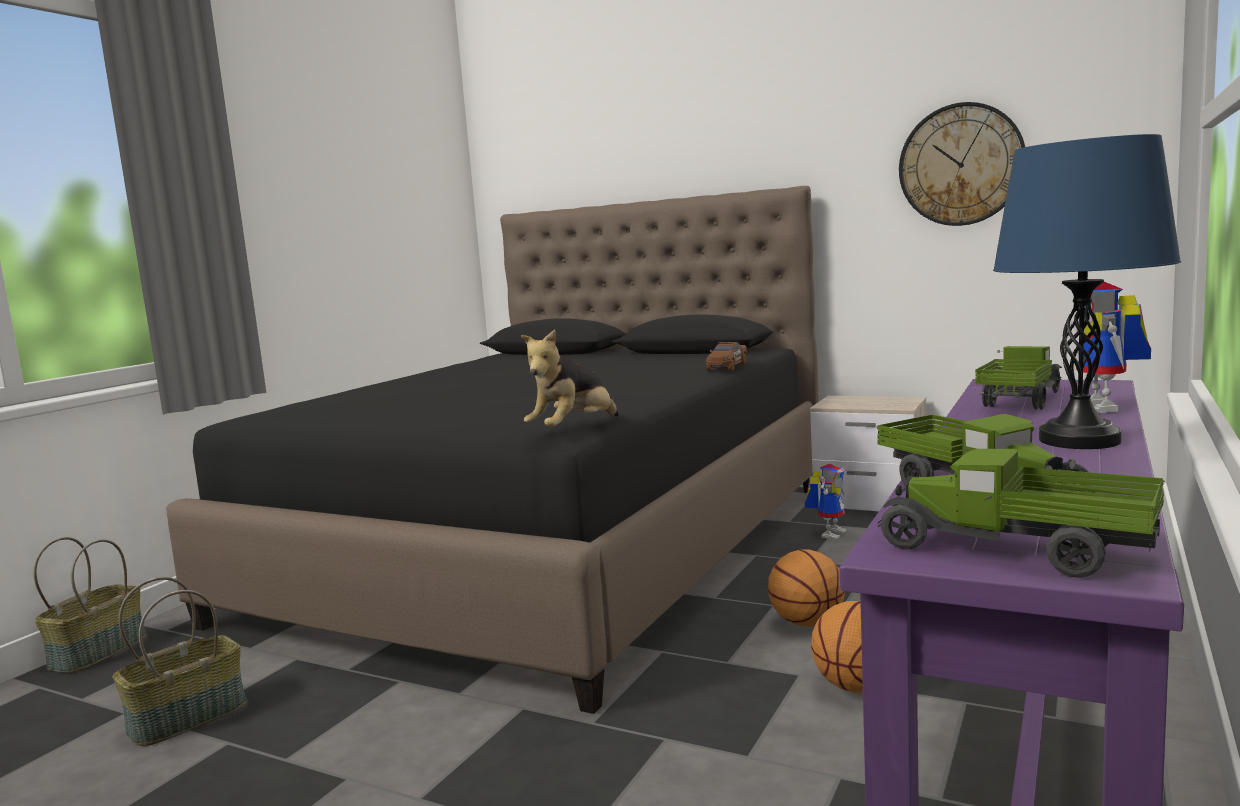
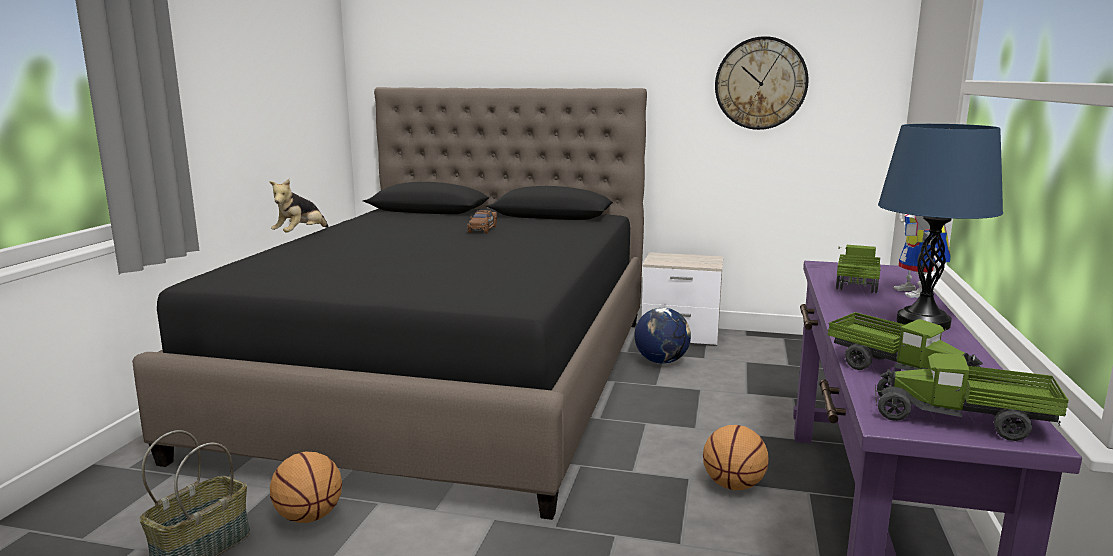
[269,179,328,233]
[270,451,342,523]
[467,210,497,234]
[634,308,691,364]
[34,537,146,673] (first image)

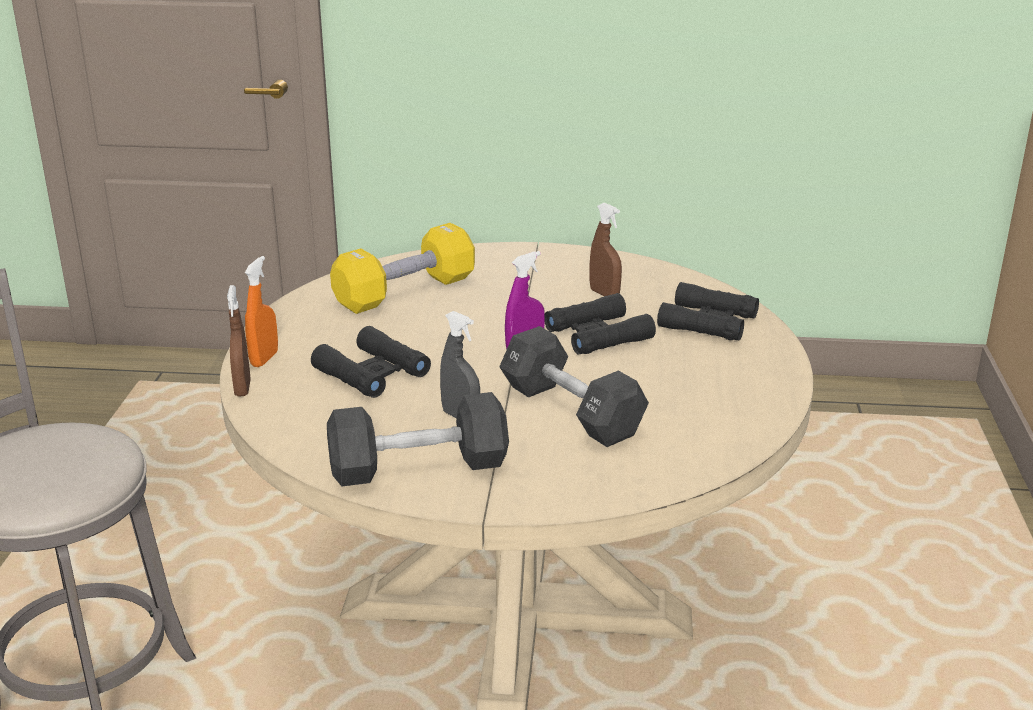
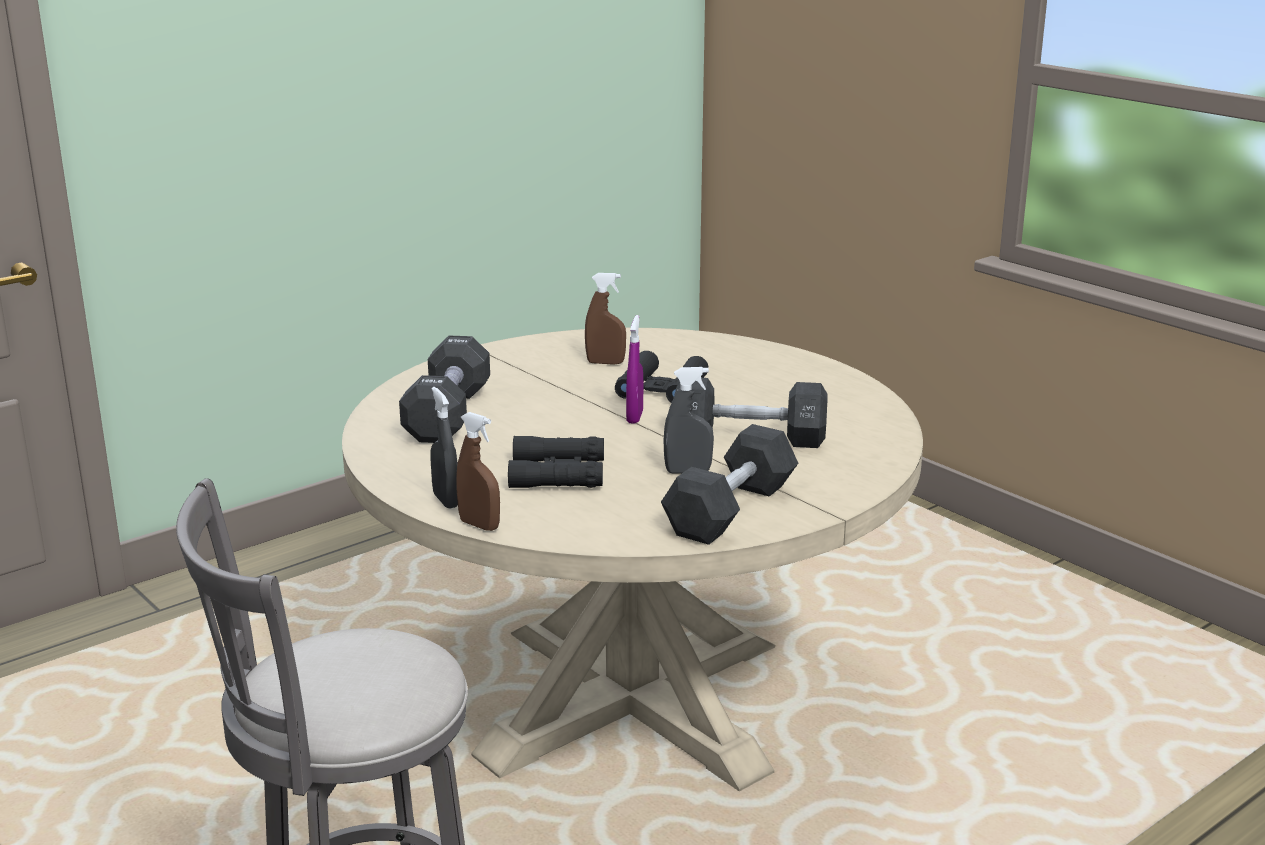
[399,335,490,443]
[430,387,458,509]
[657,282,759,340] (first image)

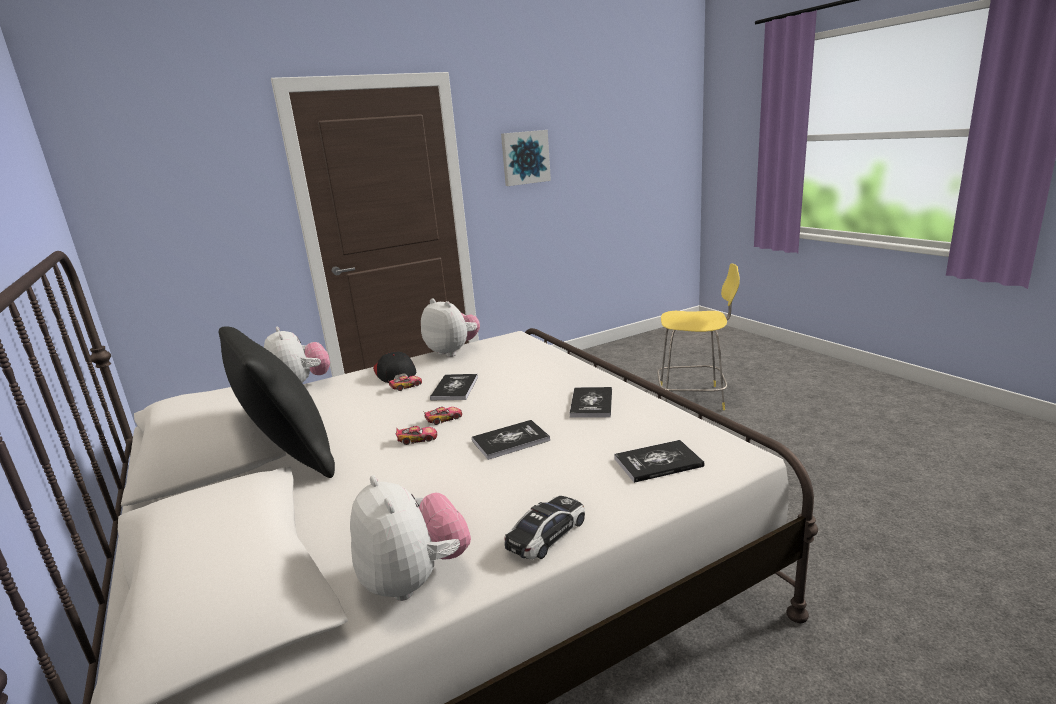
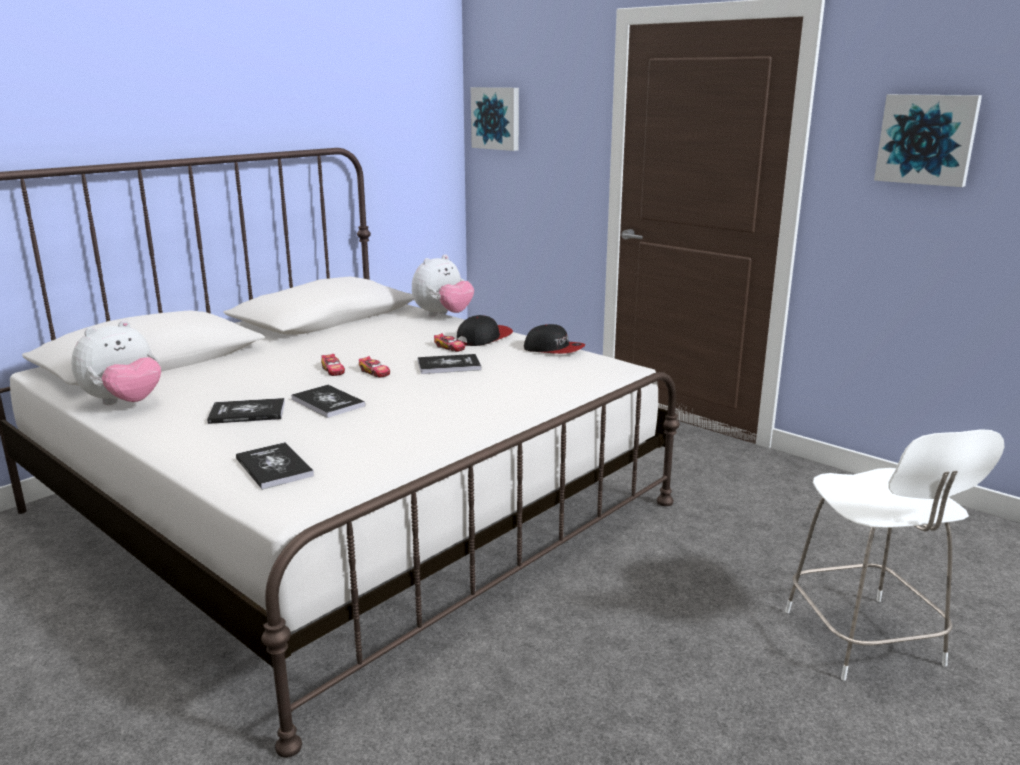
[207,398,285,424]
[471,87,519,151]
[524,324,586,354]
[785,429,1004,681]
[219,327,335,478] (first image)
[504,496,585,560] (first image)

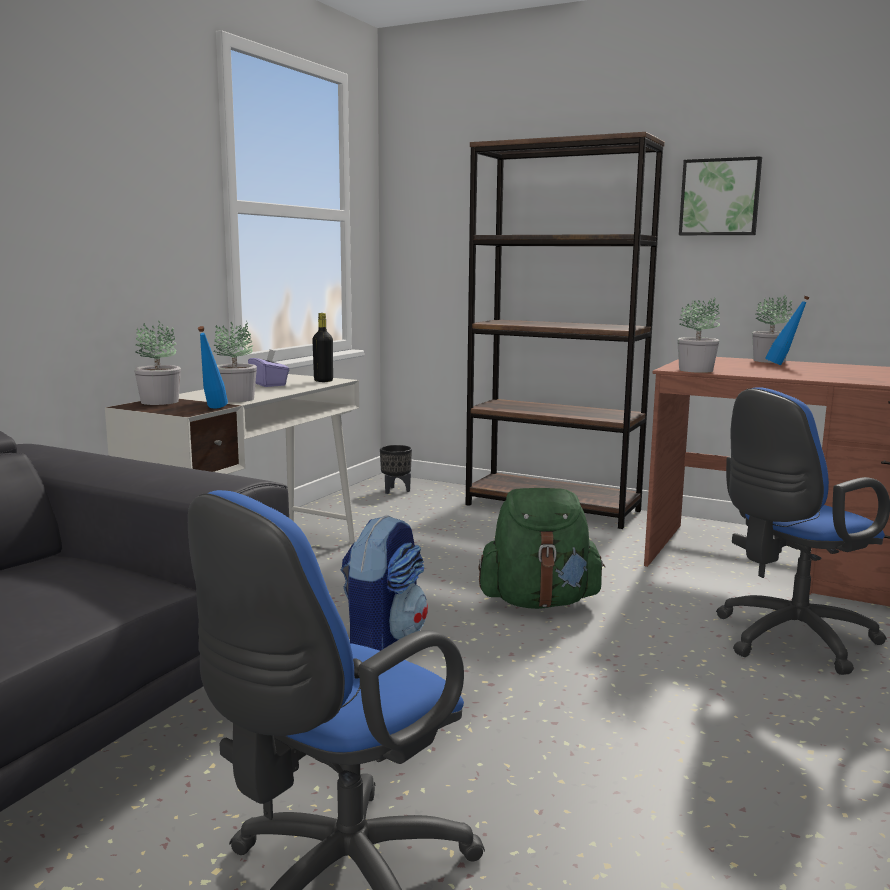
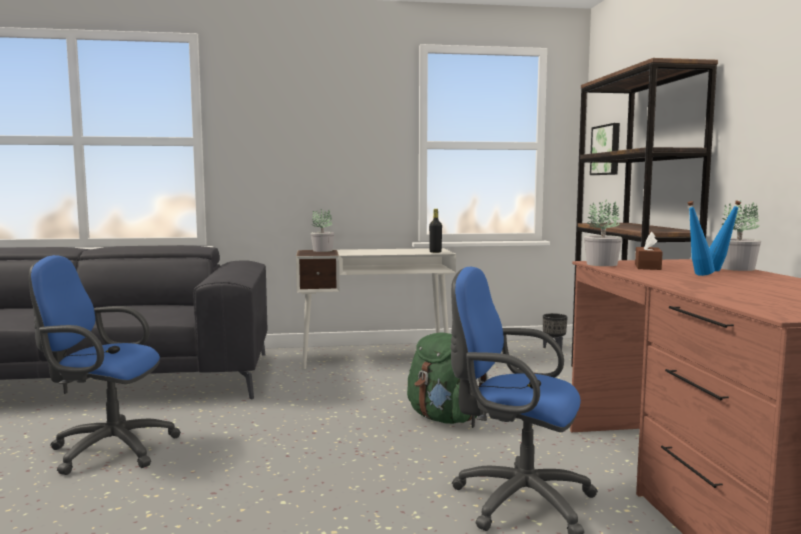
[590,123,620,175]
[635,232,663,270]
[687,201,715,276]
[213,322,257,402] (first image)
[248,350,290,387] (first image)
[341,515,428,651] (first image)

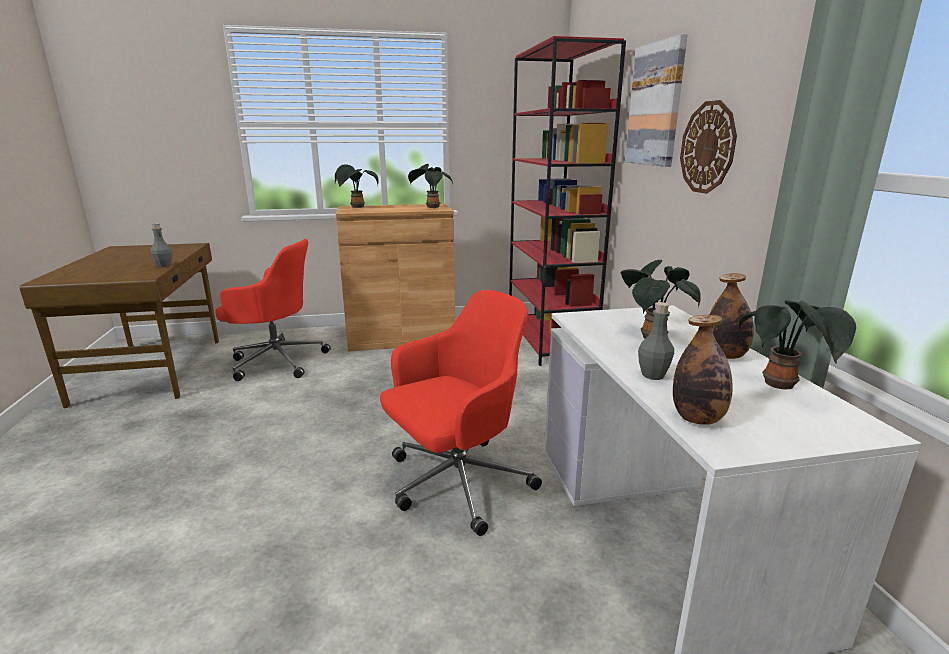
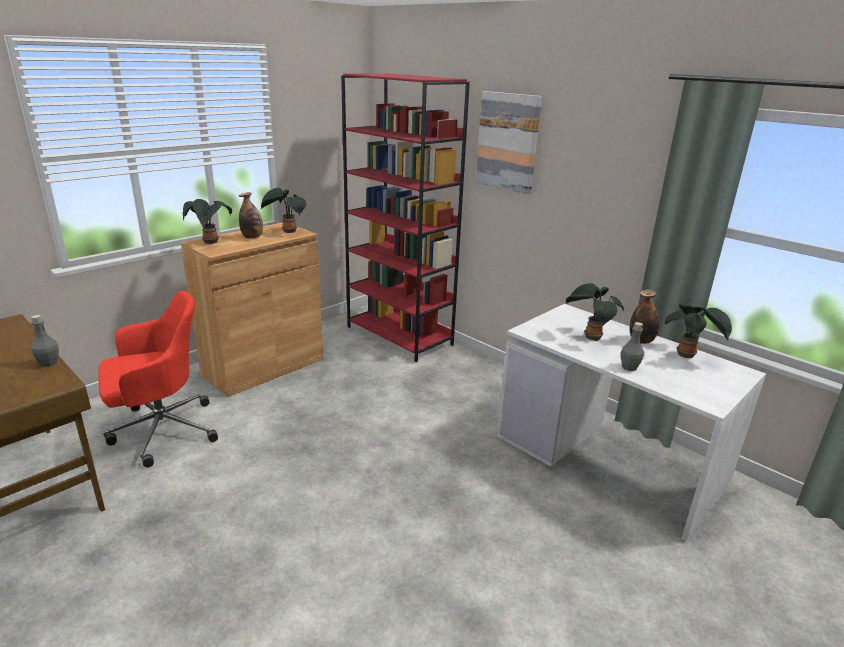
[239,192,263,239]
[380,290,542,536] (first image)
[680,100,737,194] (first image)

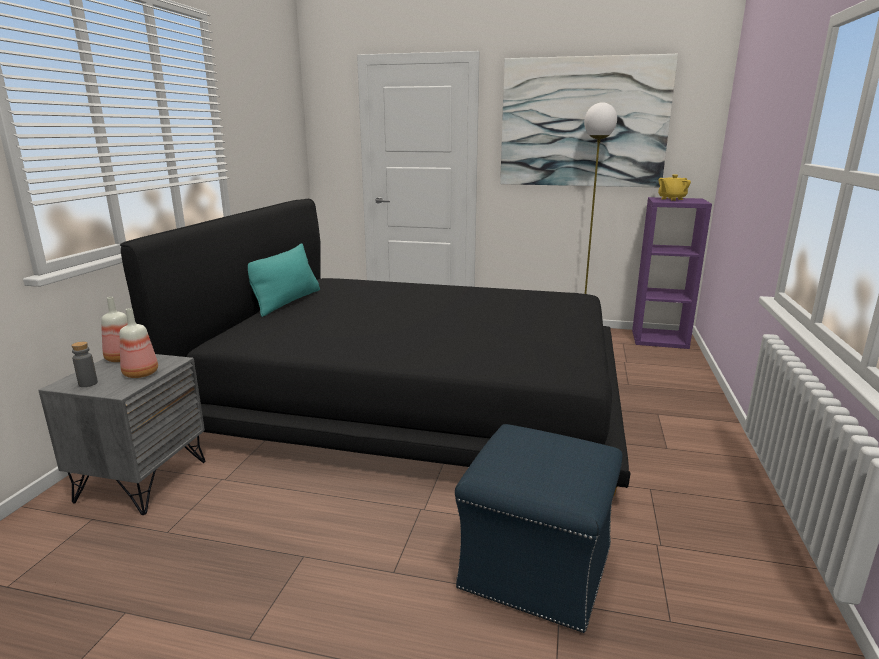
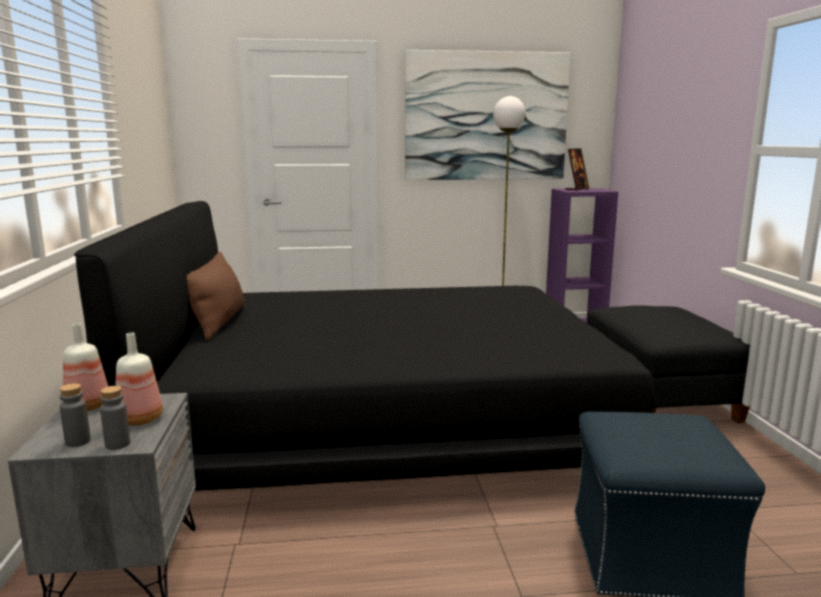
[100,386,130,450]
[187,252,245,341]
[565,148,589,191]
[587,305,750,423]

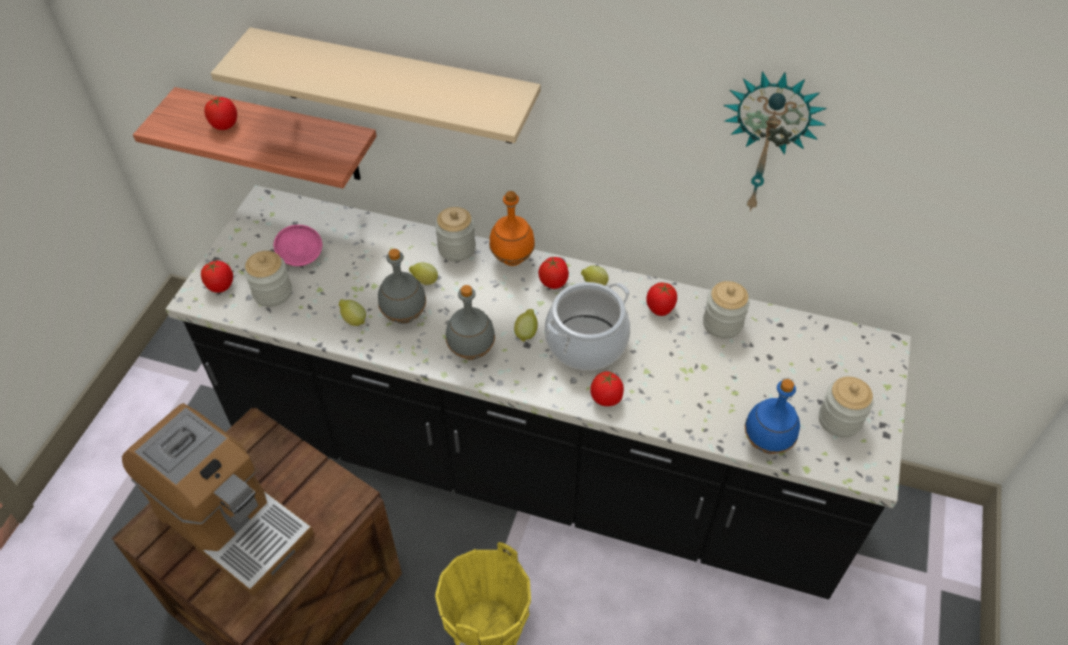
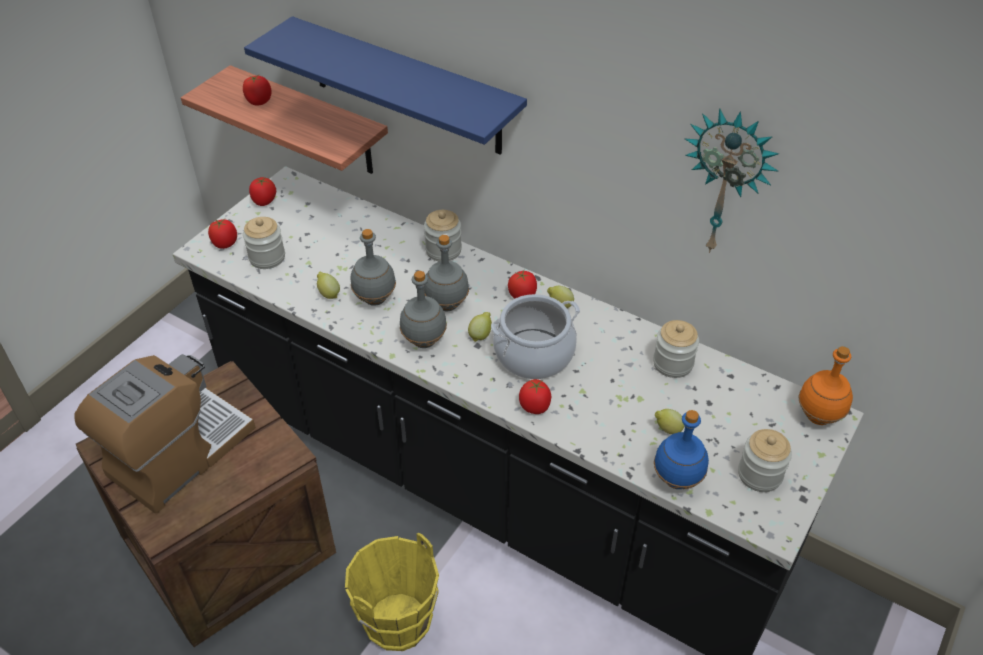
[74,354,256,513]
[244,16,527,155]
[249,177,276,206]
[424,235,469,312]
[655,409,684,434]
[798,346,853,425]
[273,225,322,266] (first image)

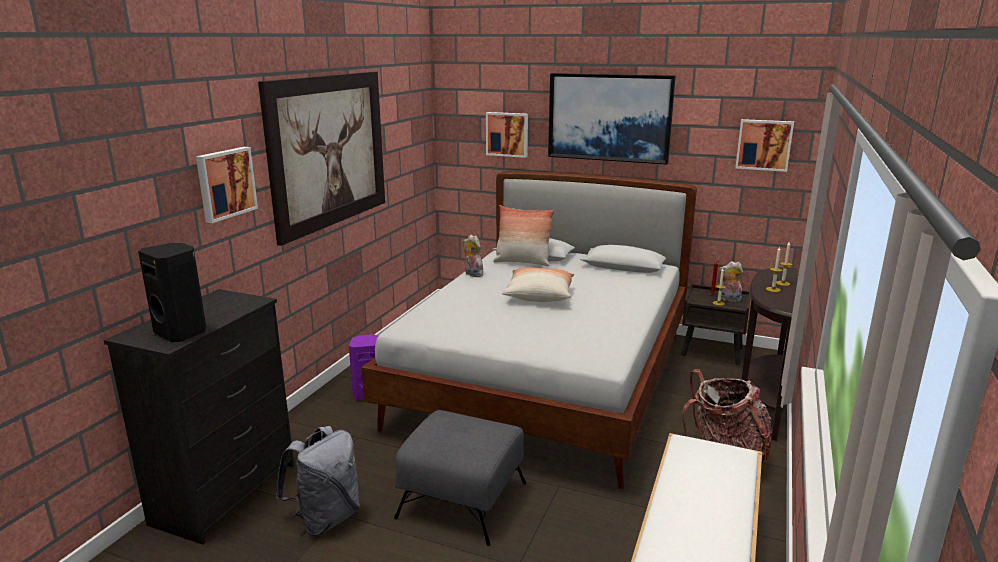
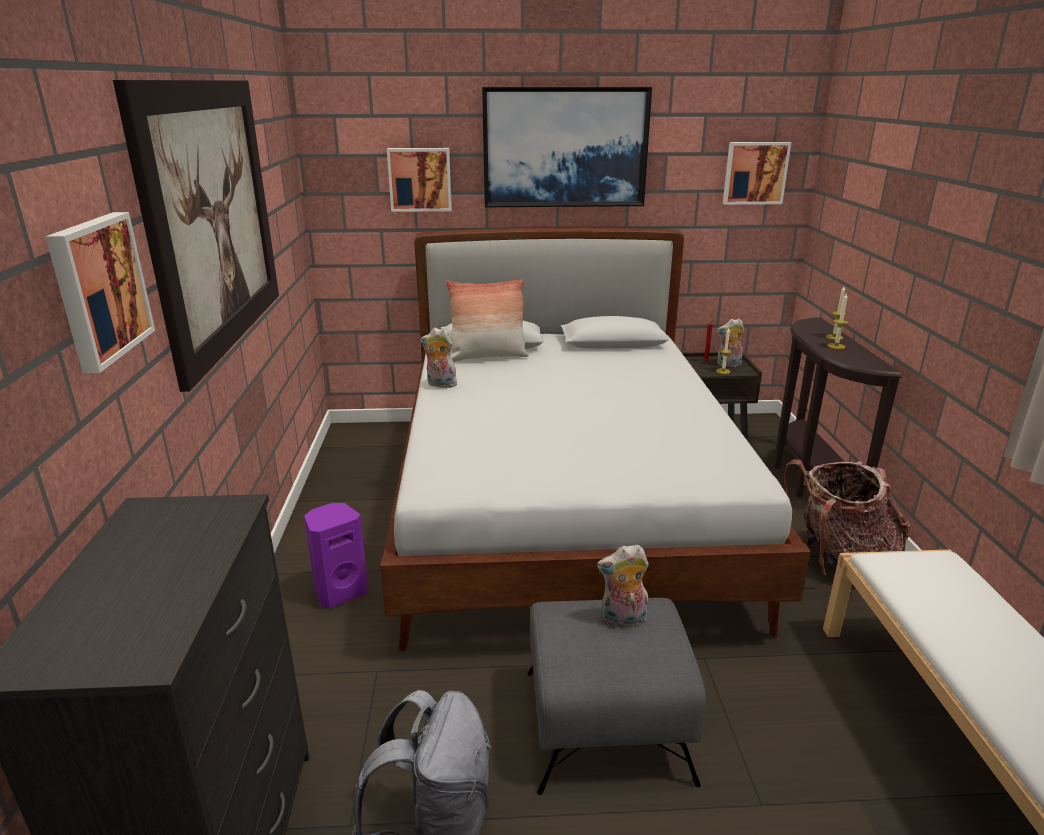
[597,544,649,627]
[138,243,206,342] (first image)
[502,267,574,302] (first image)

